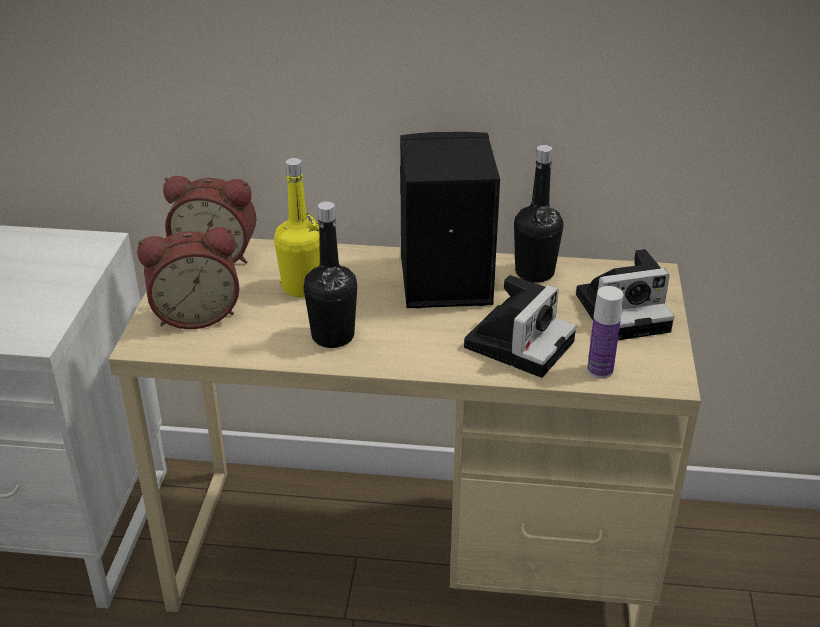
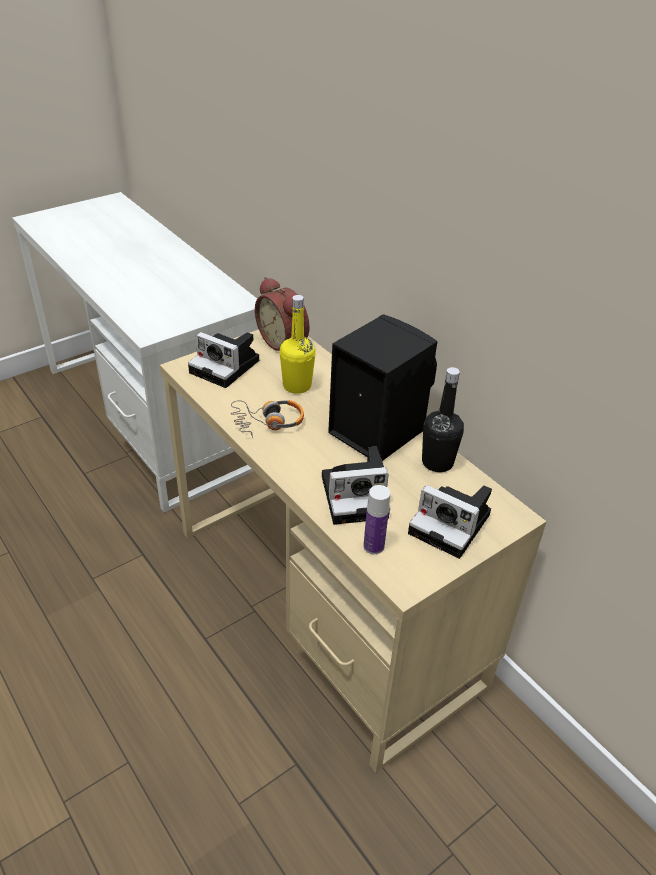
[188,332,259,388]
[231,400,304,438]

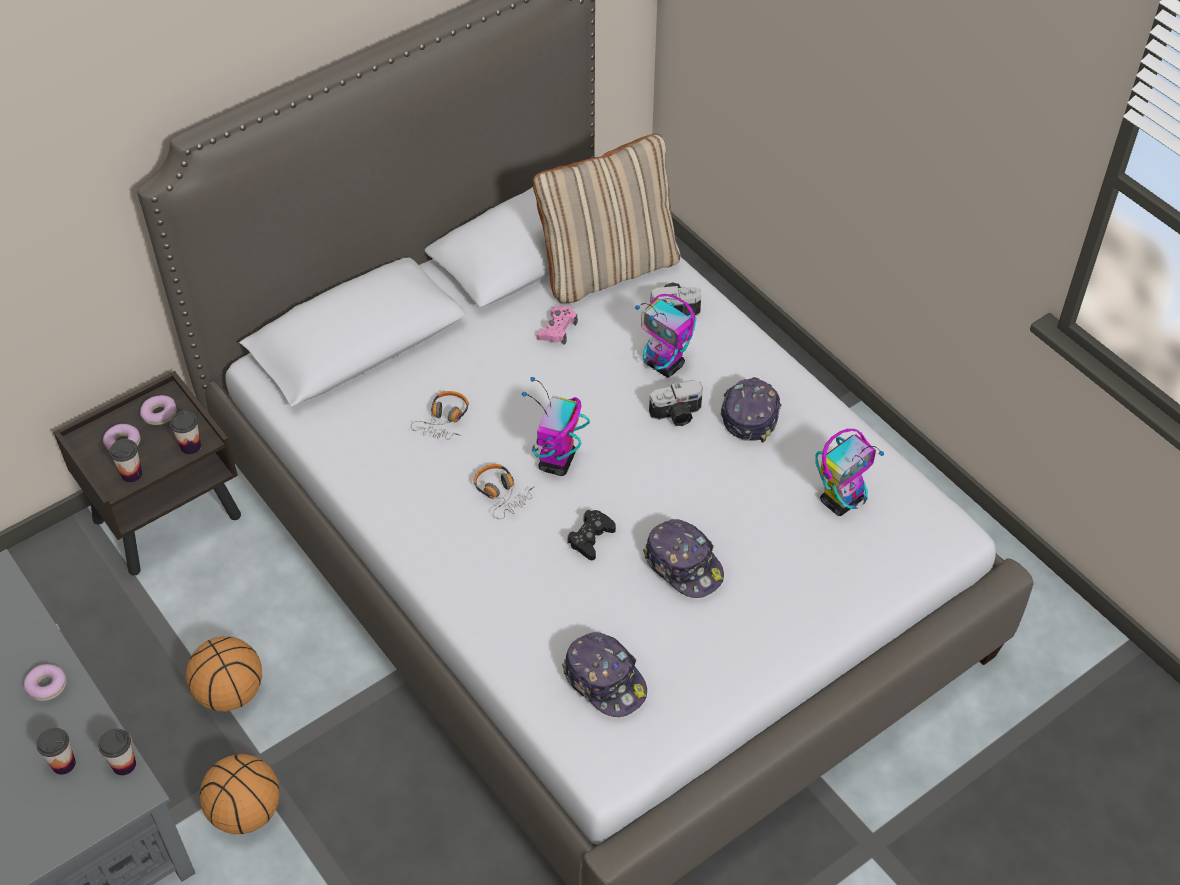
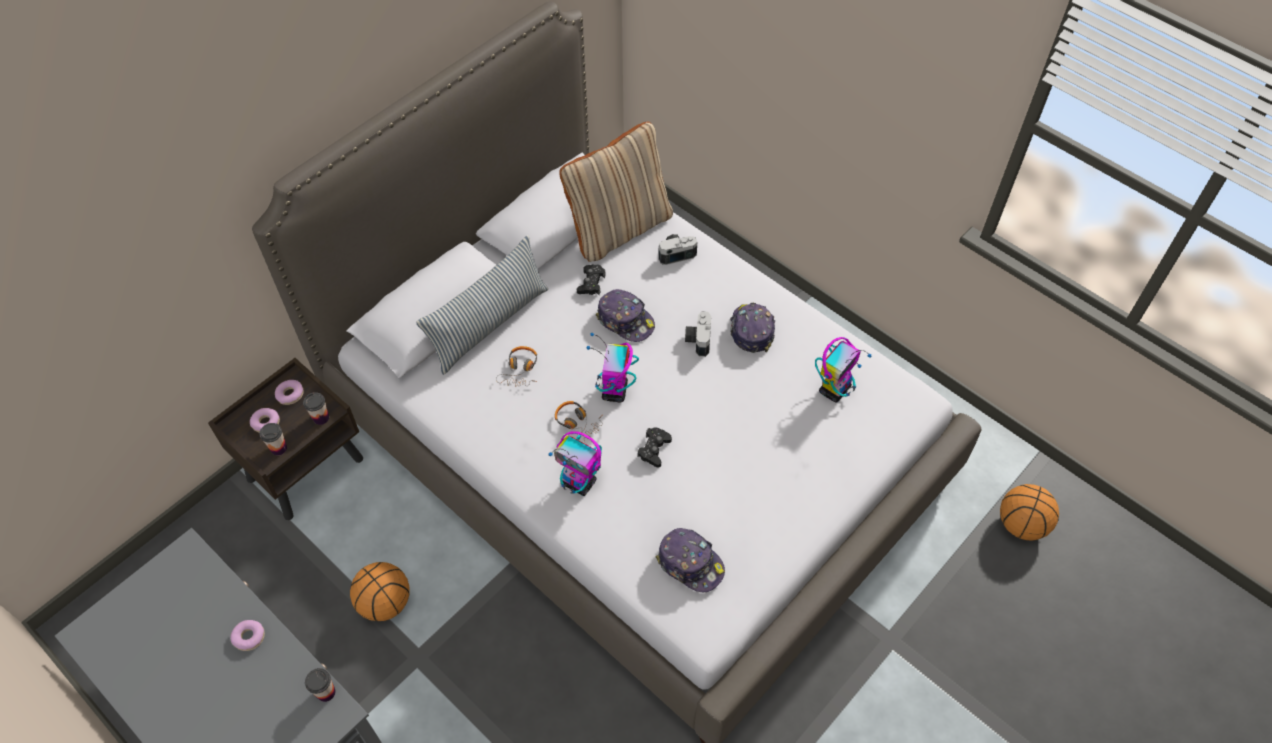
[416,235,548,375]
[549,431,602,496]
[577,264,606,295]
[595,289,655,342]
[685,311,711,357]
[1000,484,1059,541]
[36,728,76,775] (first image)

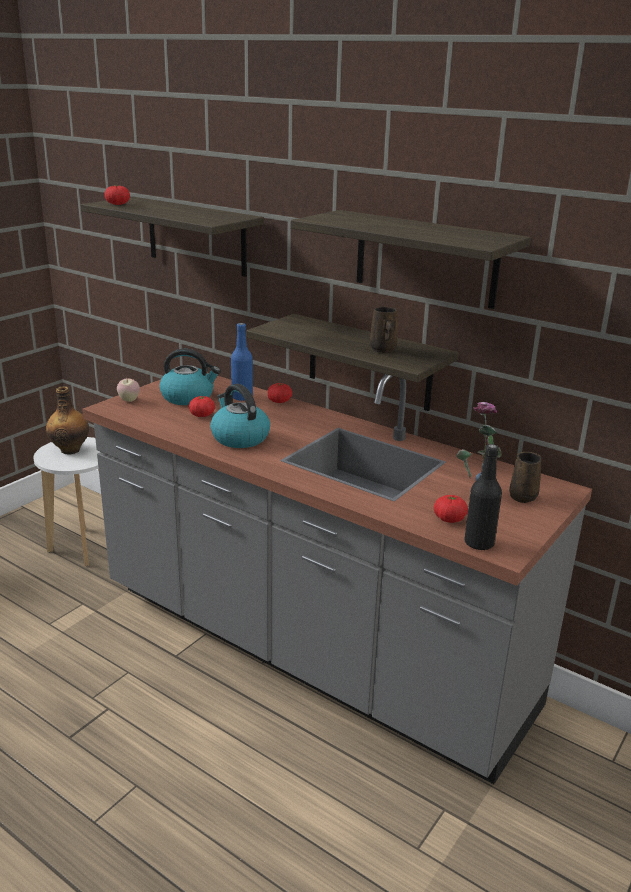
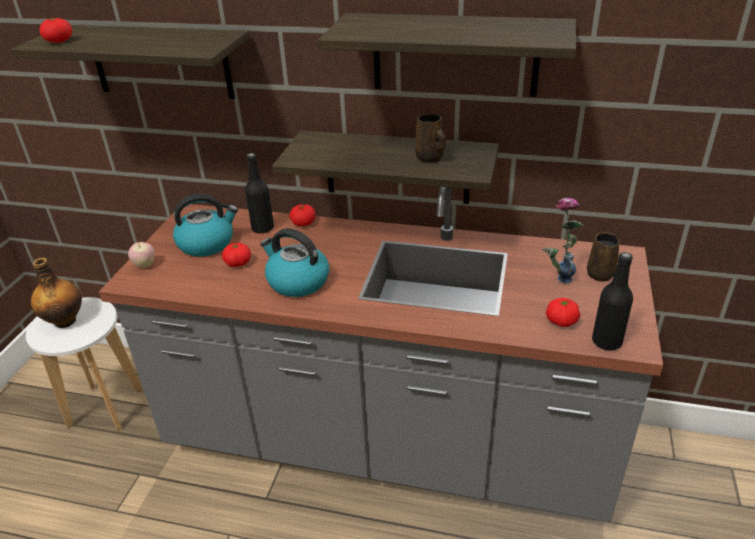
[245,153,274,234]

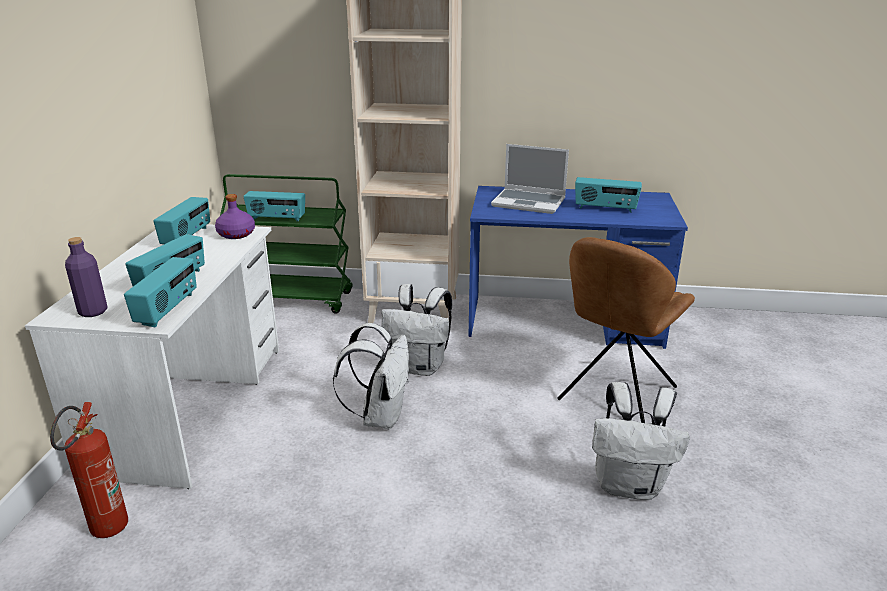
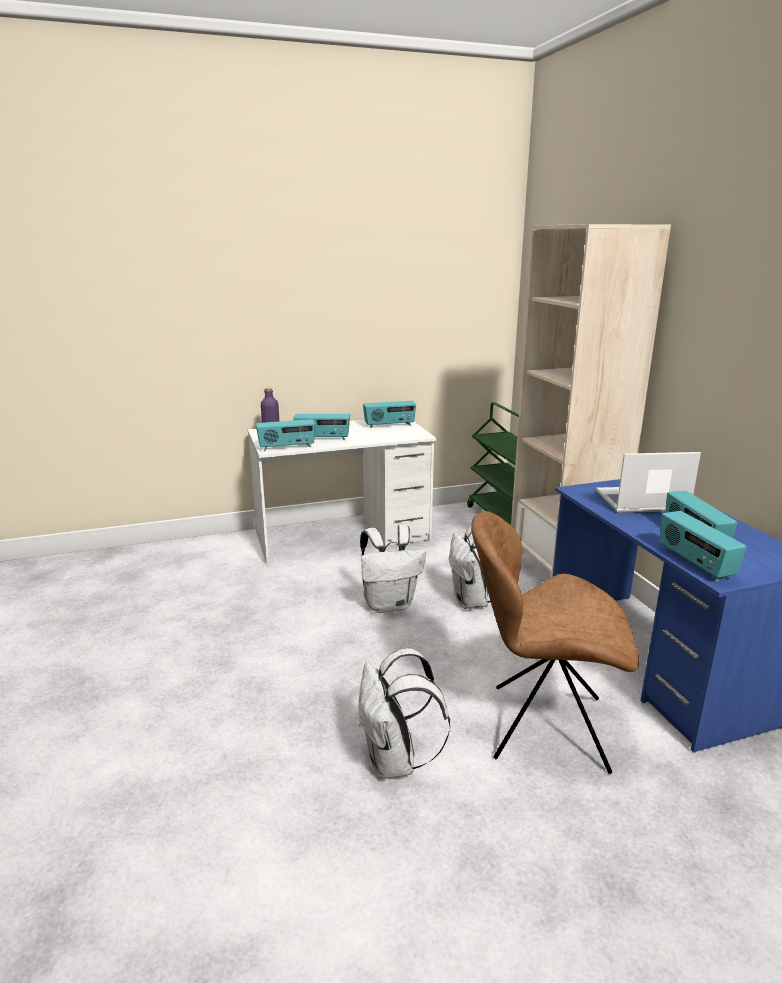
[596,452,701,513]
[660,511,747,581]
[50,402,128,538] (first image)
[215,194,255,239] (first image)

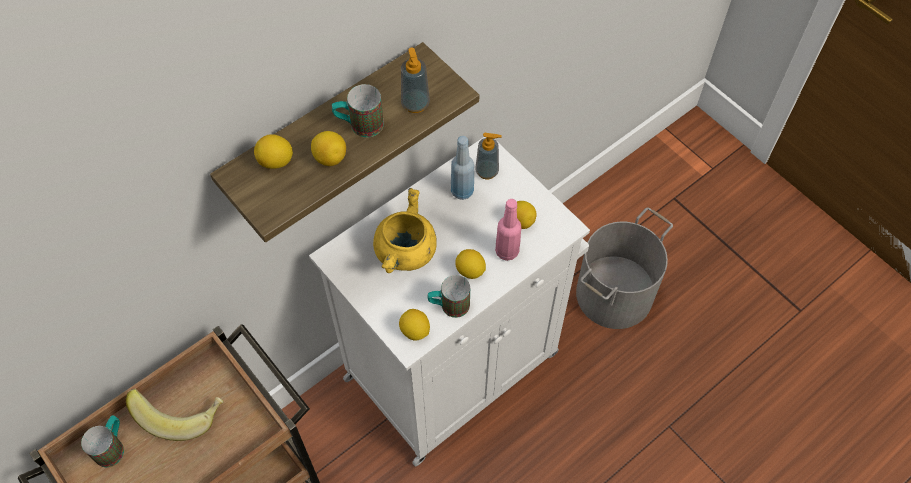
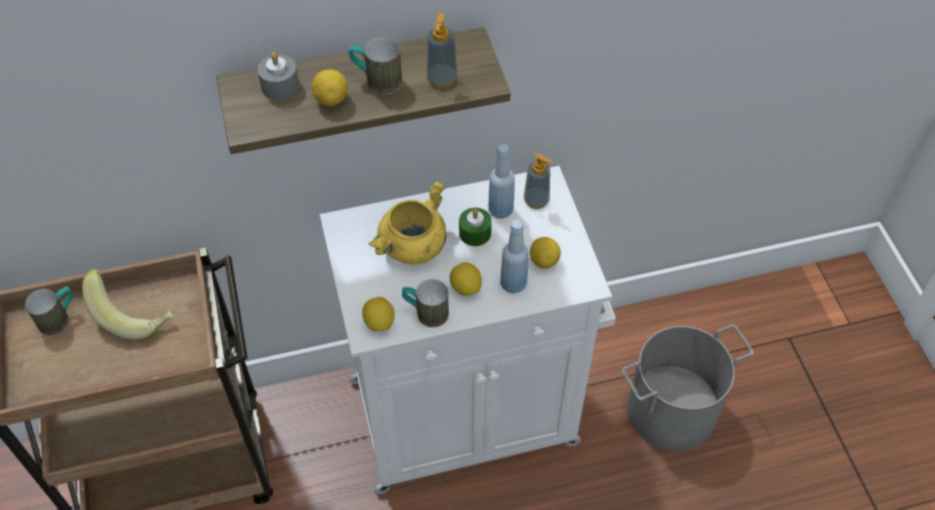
[257,52,299,100]
[459,208,492,246]
[500,220,529,294]

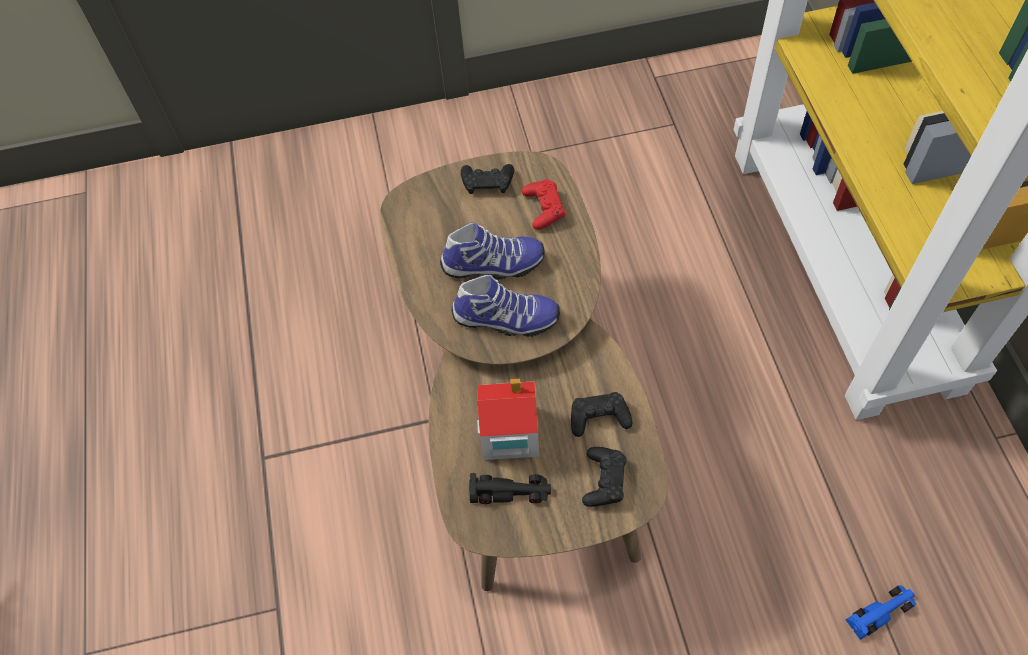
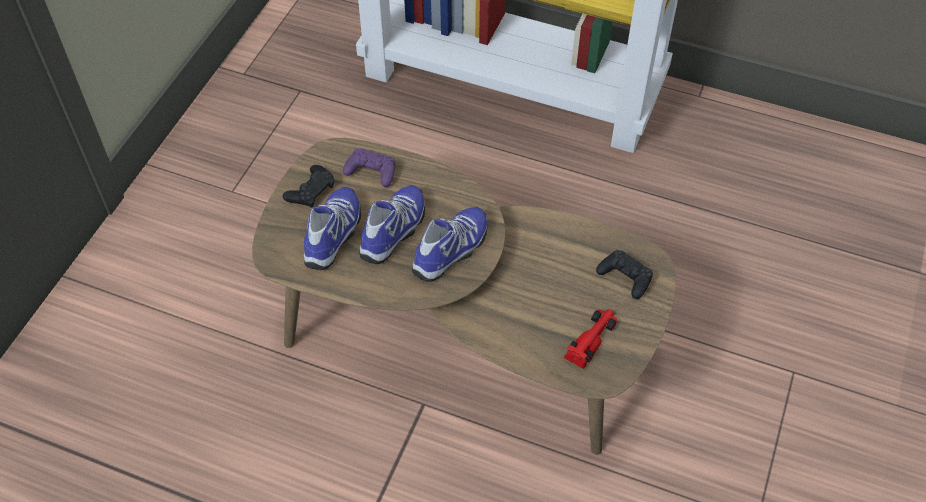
[304,187,361,270]
[343,148,395,187]
[564,309,618,369]
[477,379,540,460] (first image)
[571,392,632,437] (first image)
[846,585,916,640] (first image)

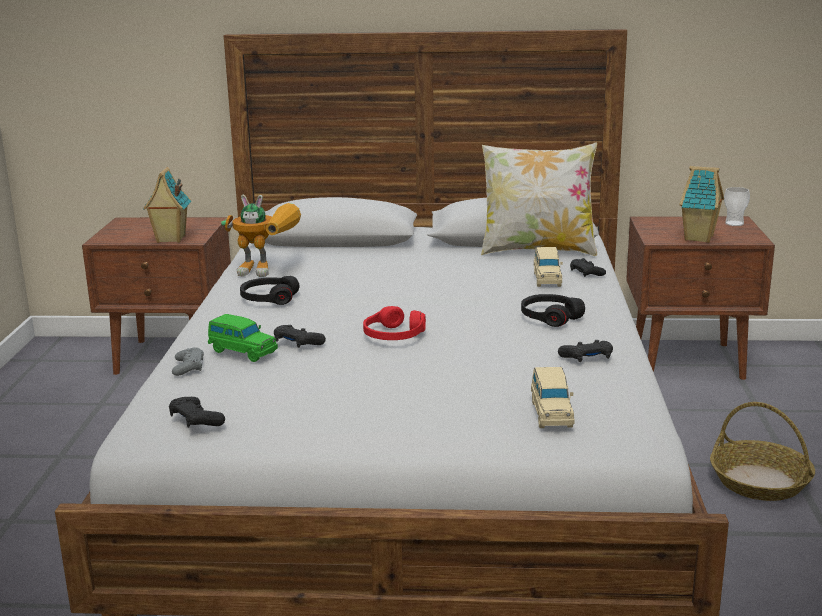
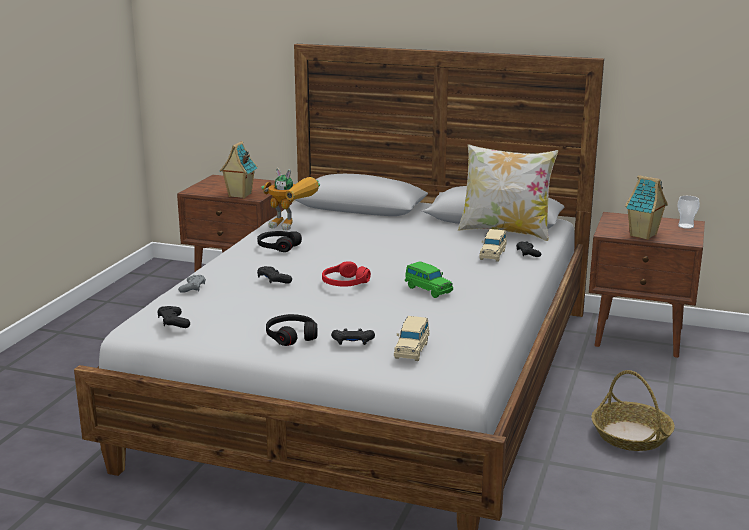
[266,314,317,346]
[331,328,375,345]
[405,261,453,298]

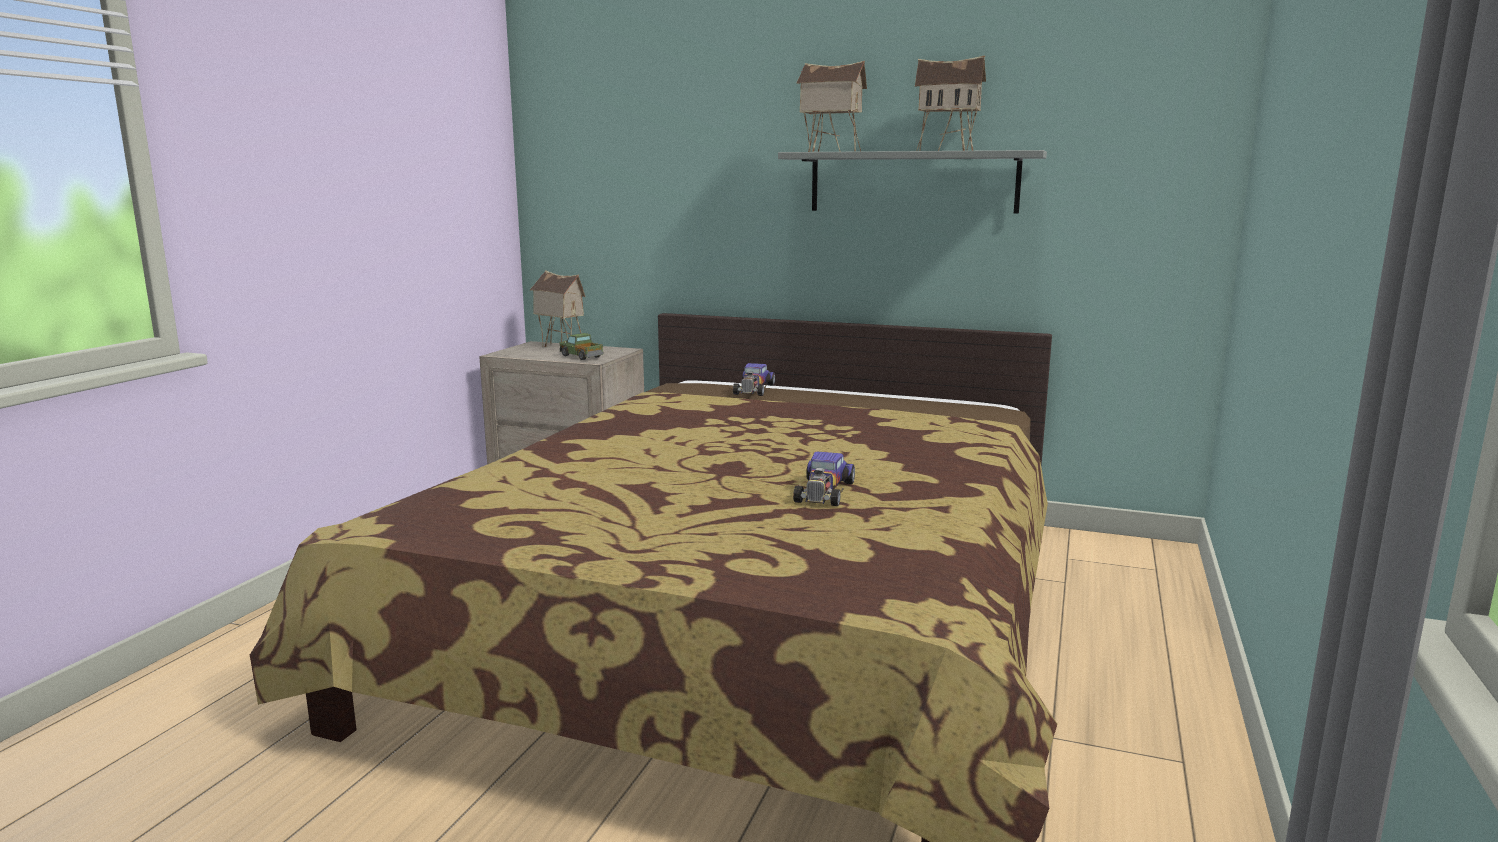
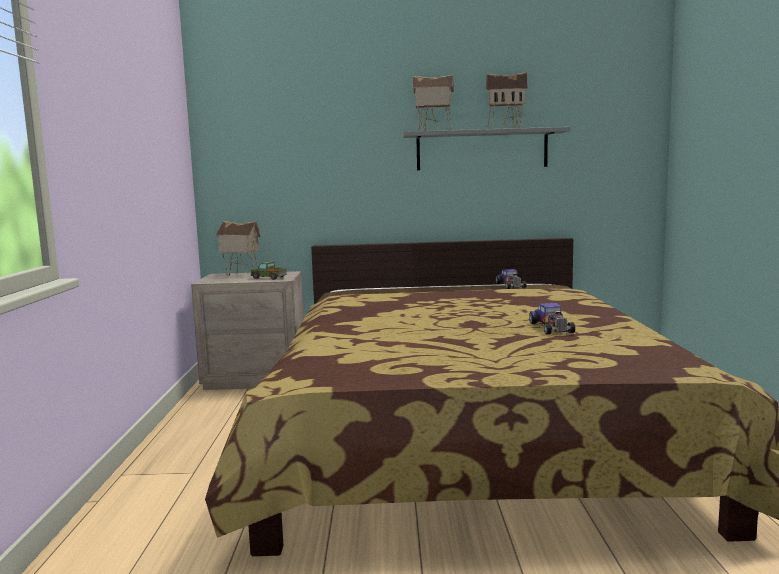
[495,269,527,289]

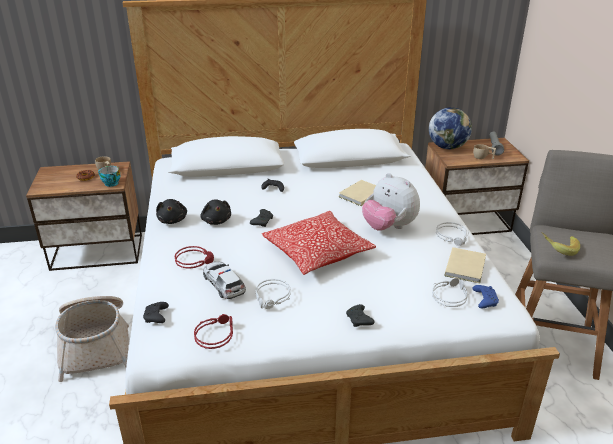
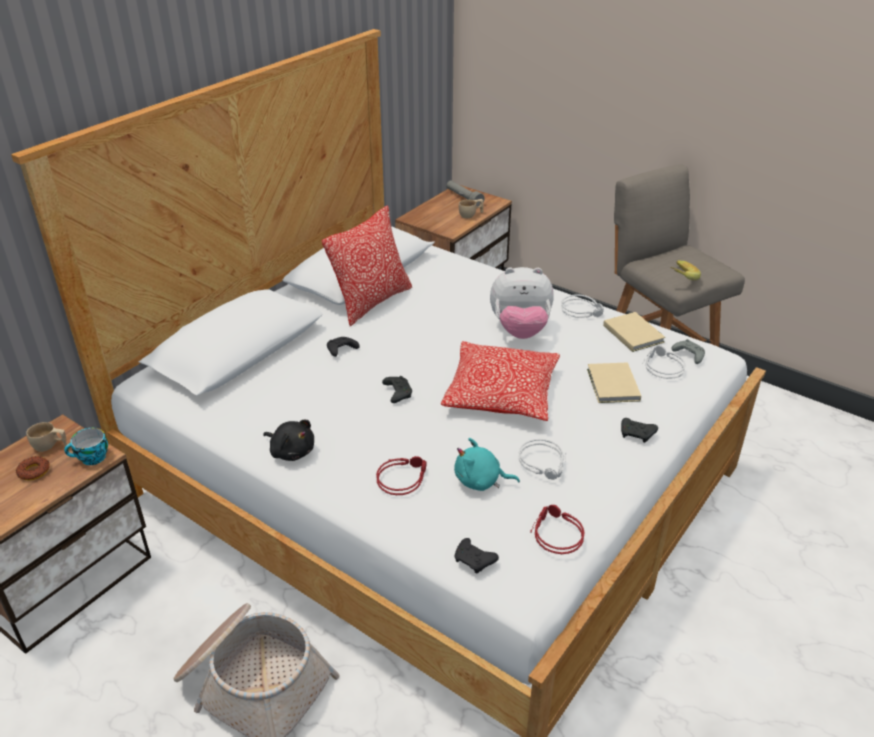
[322,205,412,326]
[454,438,520,491]
[587,362,641,403]
[671,339,705,364]
[201,199,231,225] (first image)
[429,107,472,149] (first image)

